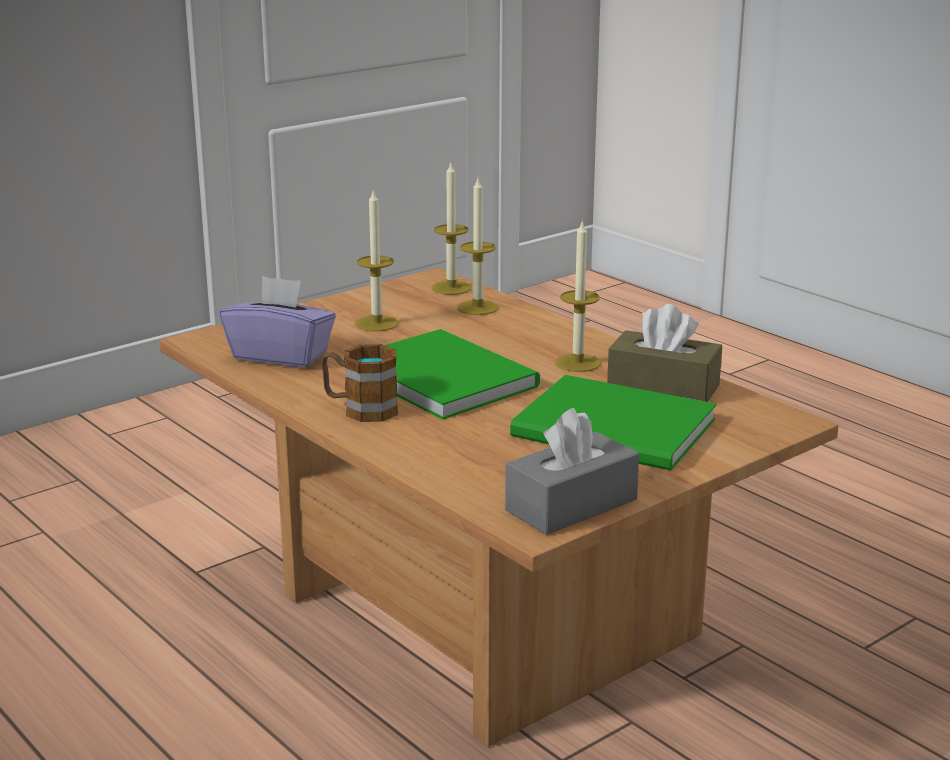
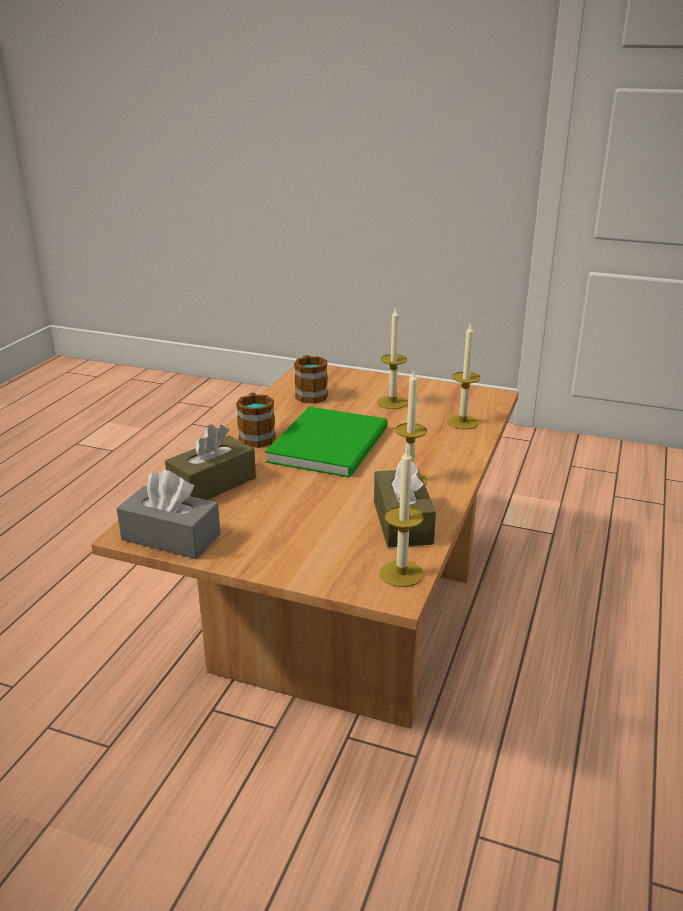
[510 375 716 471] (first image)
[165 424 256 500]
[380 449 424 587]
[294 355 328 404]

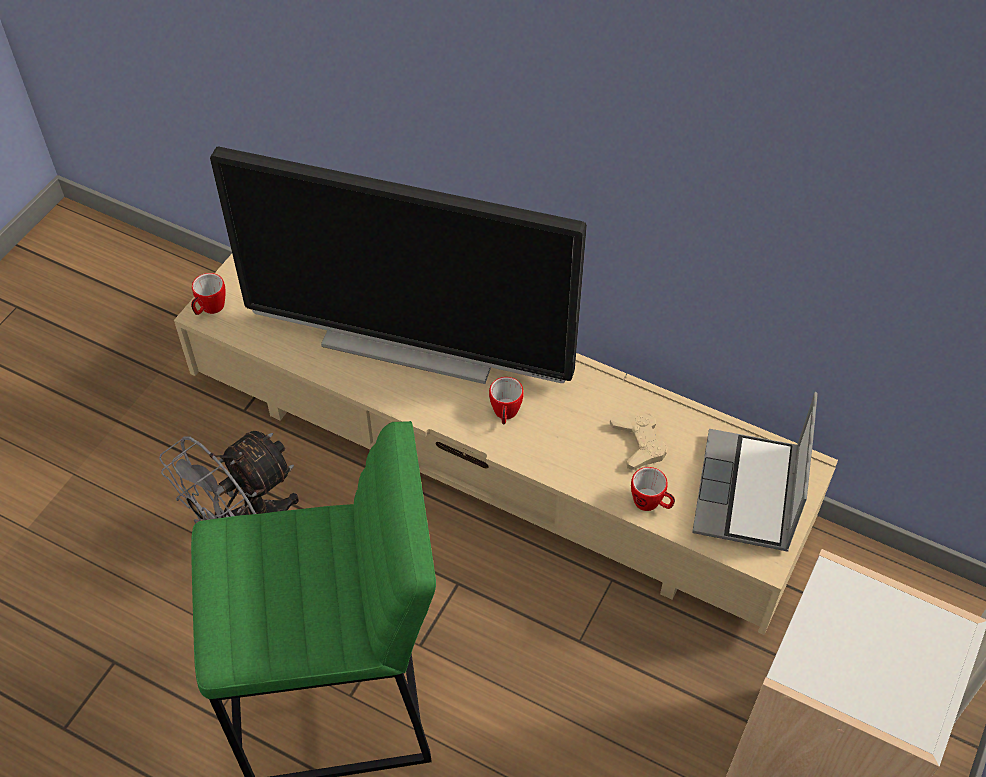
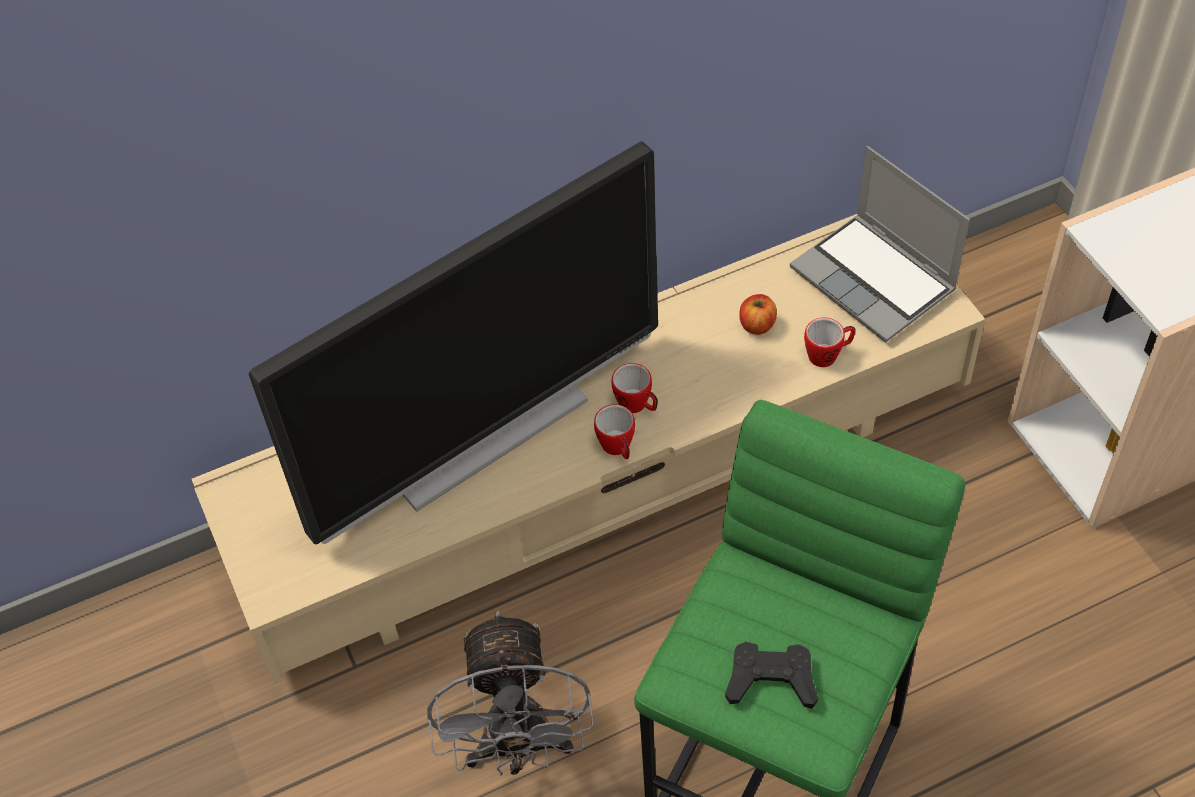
[725 642 818 709]
[594 404 635 459]
[739 294 777 335]

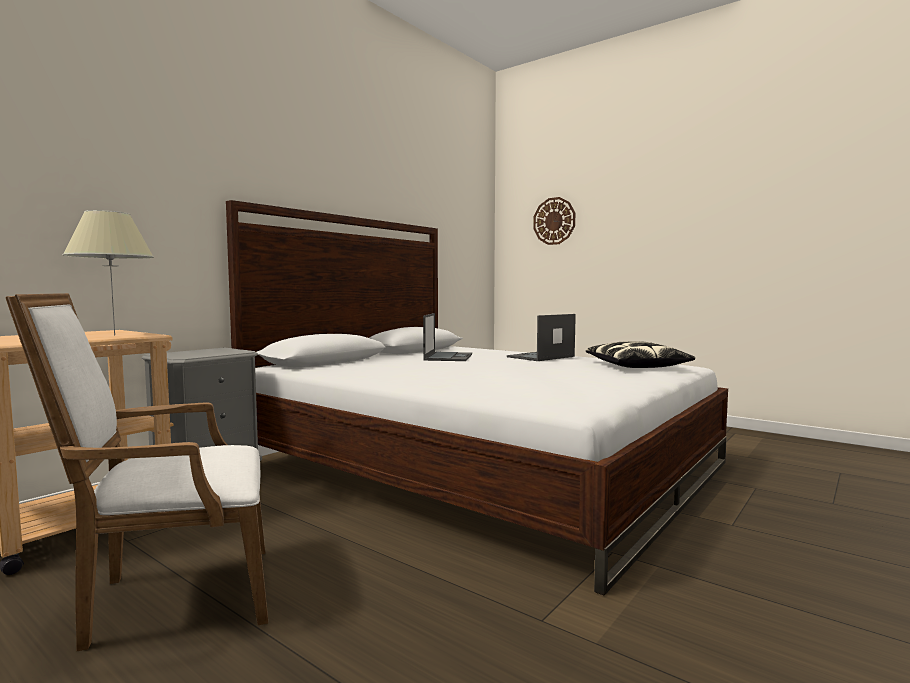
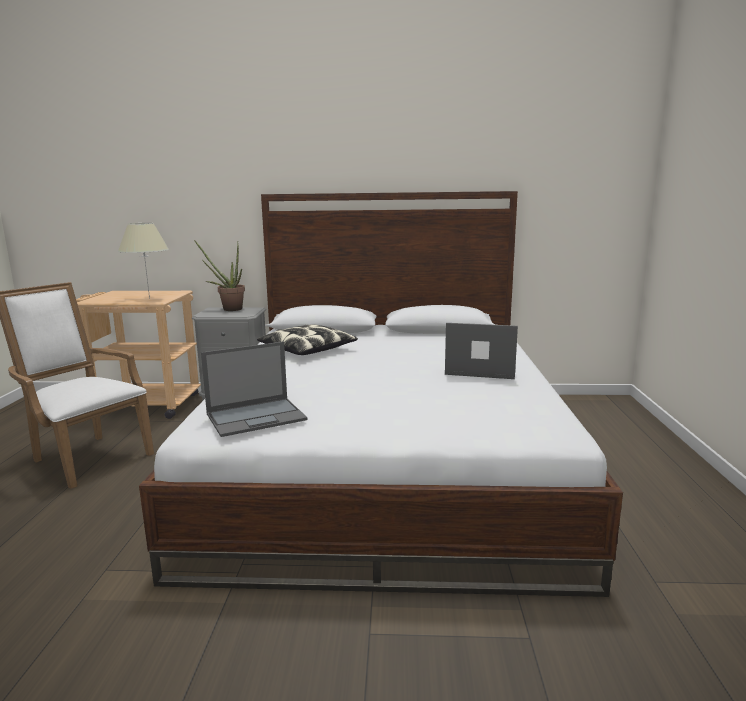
[533 197 575 245] (first image)
[194 240 245 311]
[201 342 307 437]
[257 324 358 355]

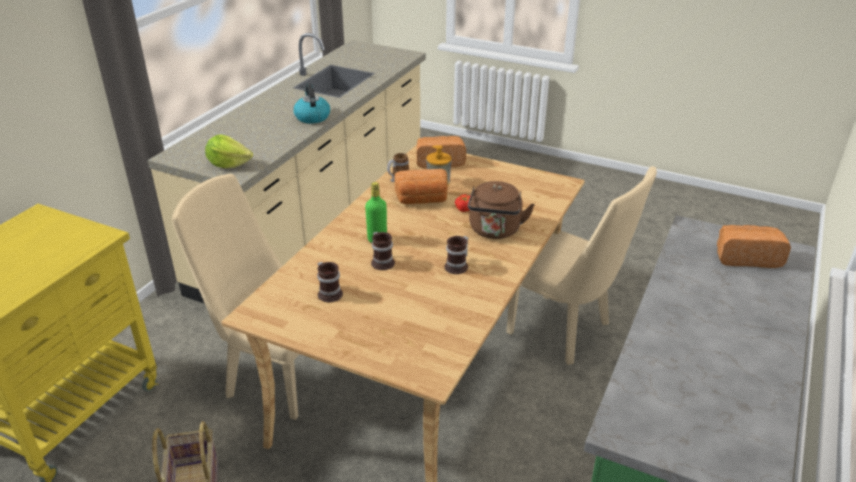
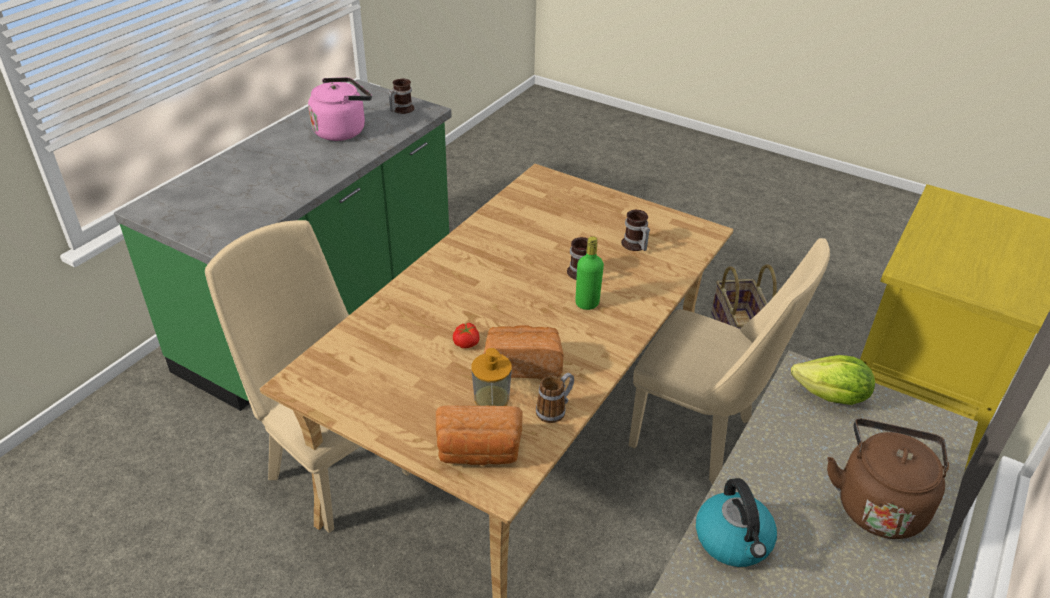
[717 225 791 268] (first image)
[308 77 372 141]
[388 79 414 114]
[827 419 949 539]

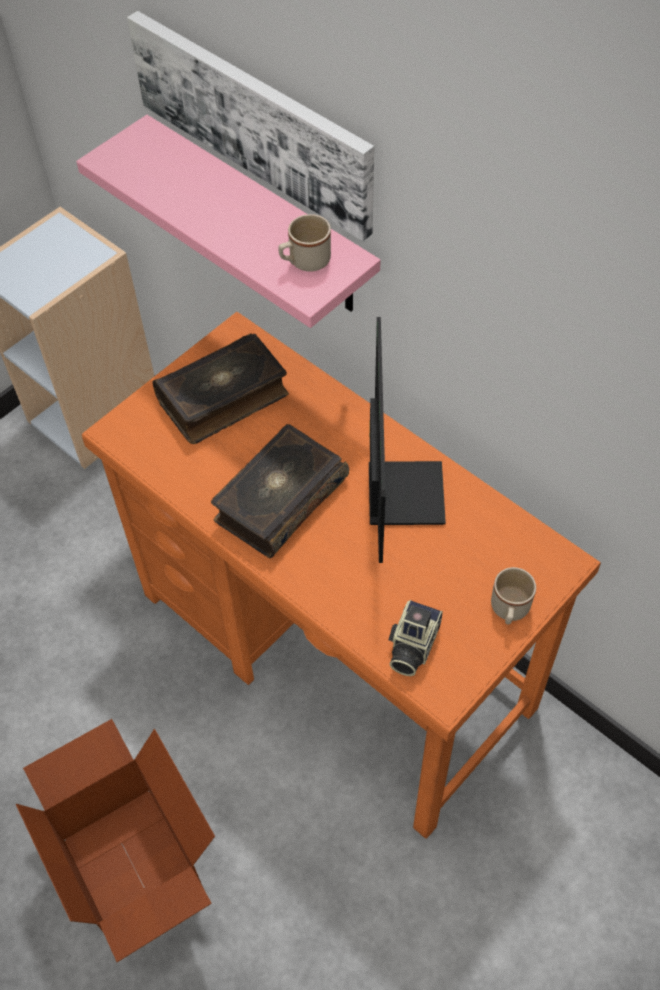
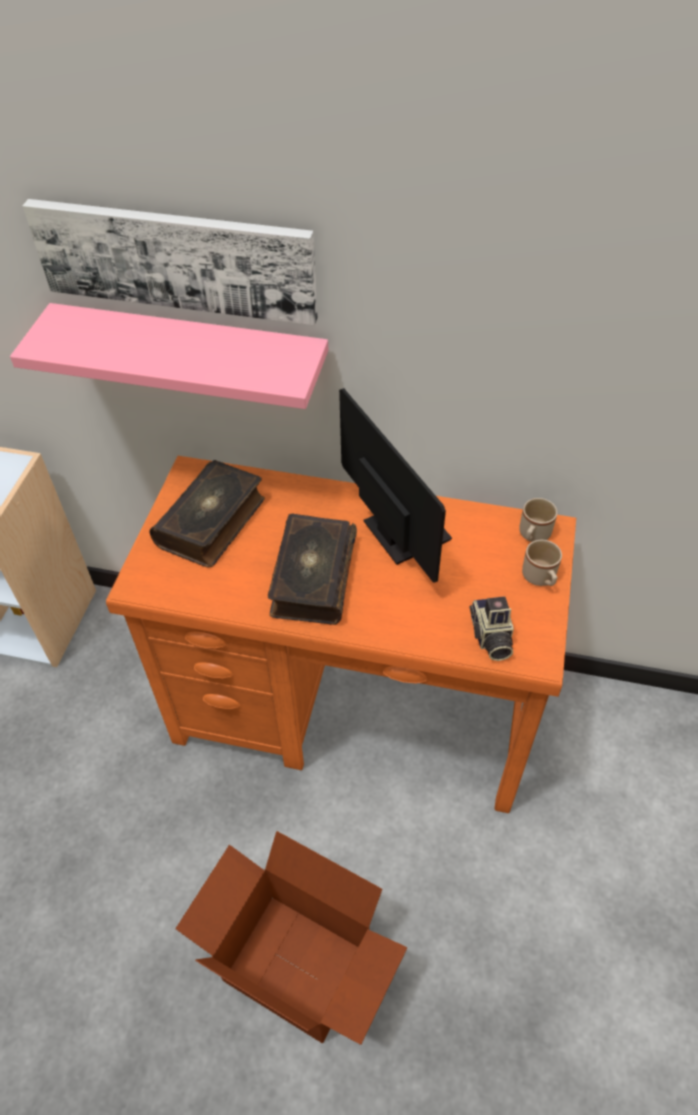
[519 498 557 542]

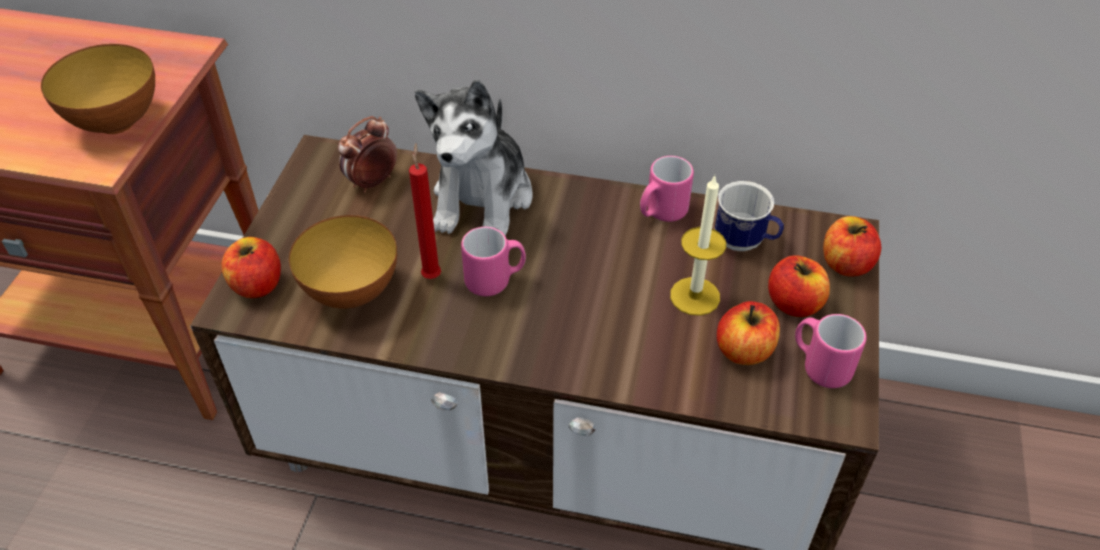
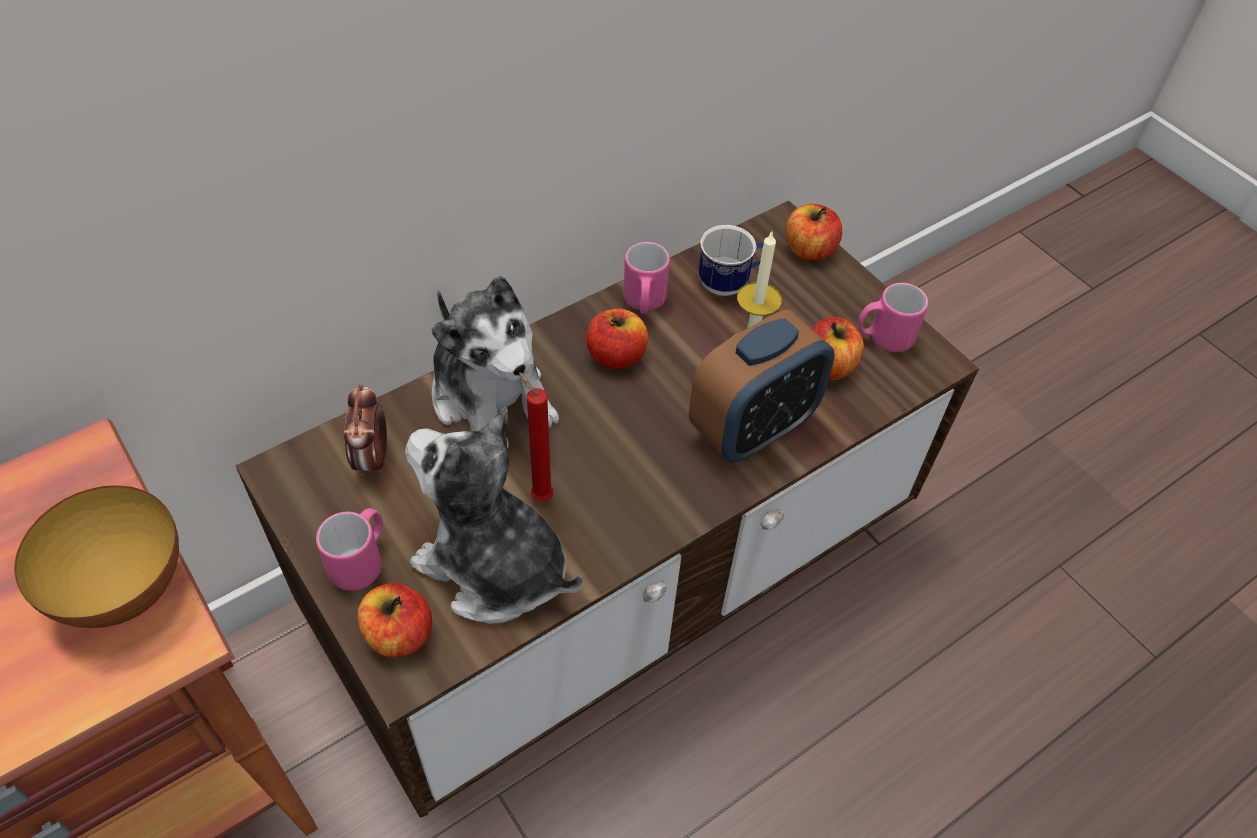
[689 310 835 463]
[316 508 383 591]
[586 309 648 369]
[405 407 583 624]

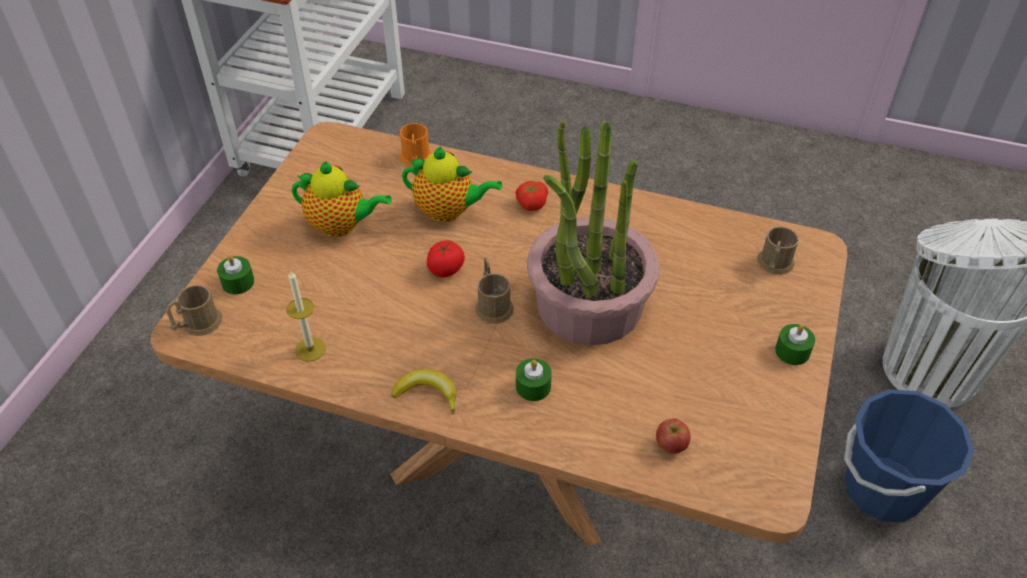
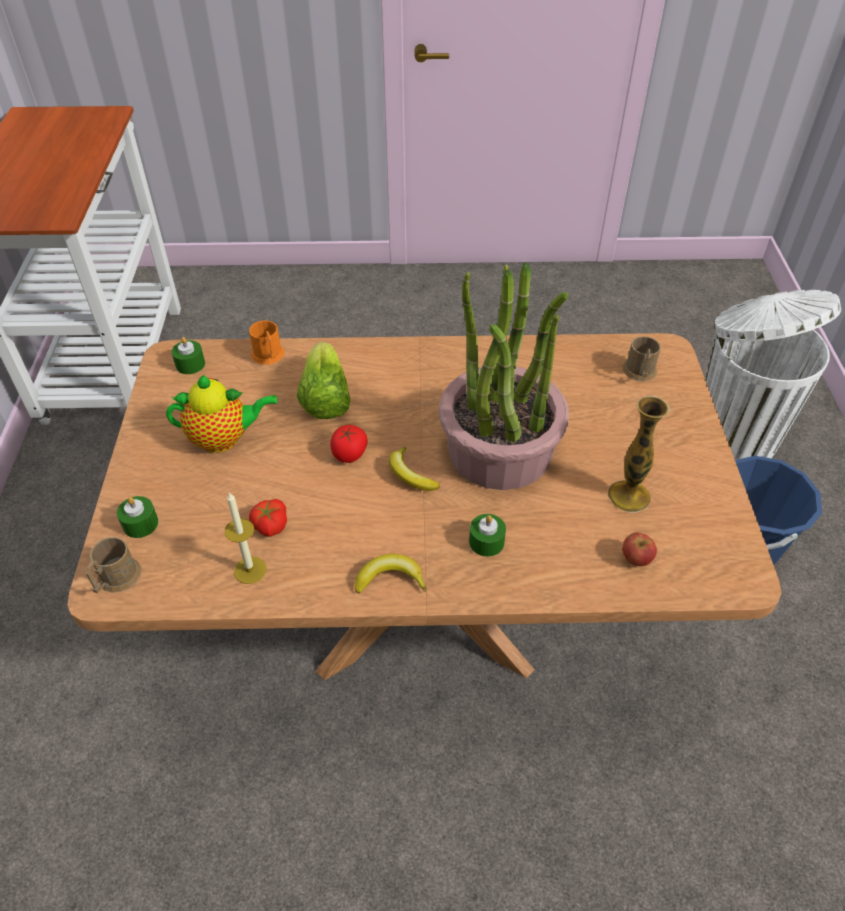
[607 396 670 513]
[249 499 287 537]
[172 337 205 374]
[297 342 351 419]
[389 447 440 491]

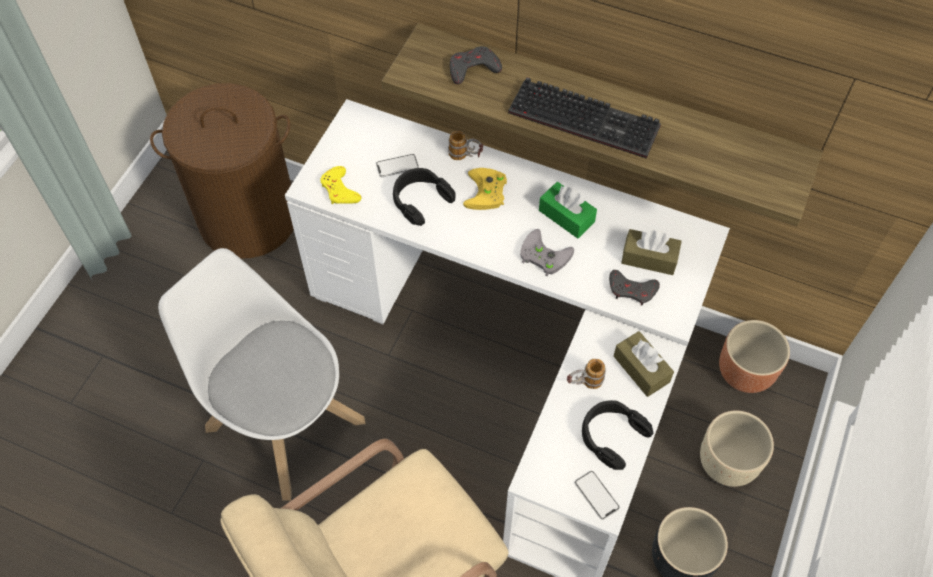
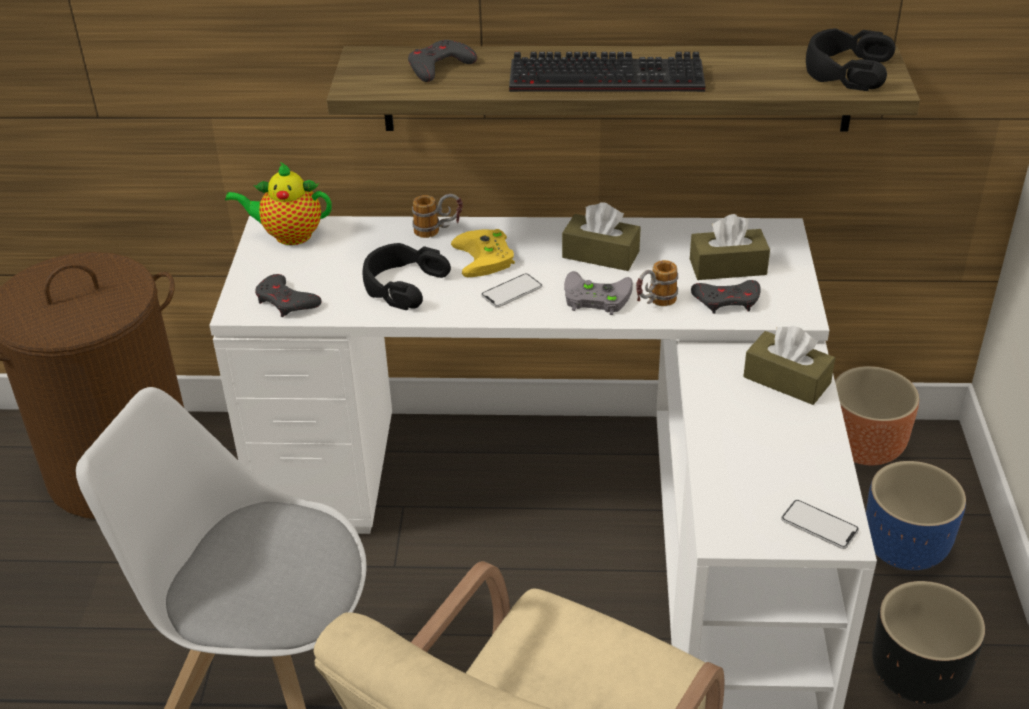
[225 162 332 245]
[481 273 542 308]
[636 260 678 306]
[806 28 895 91]
[255 274 322 317]
[562 202 641 271]
[866 461 966 570]

